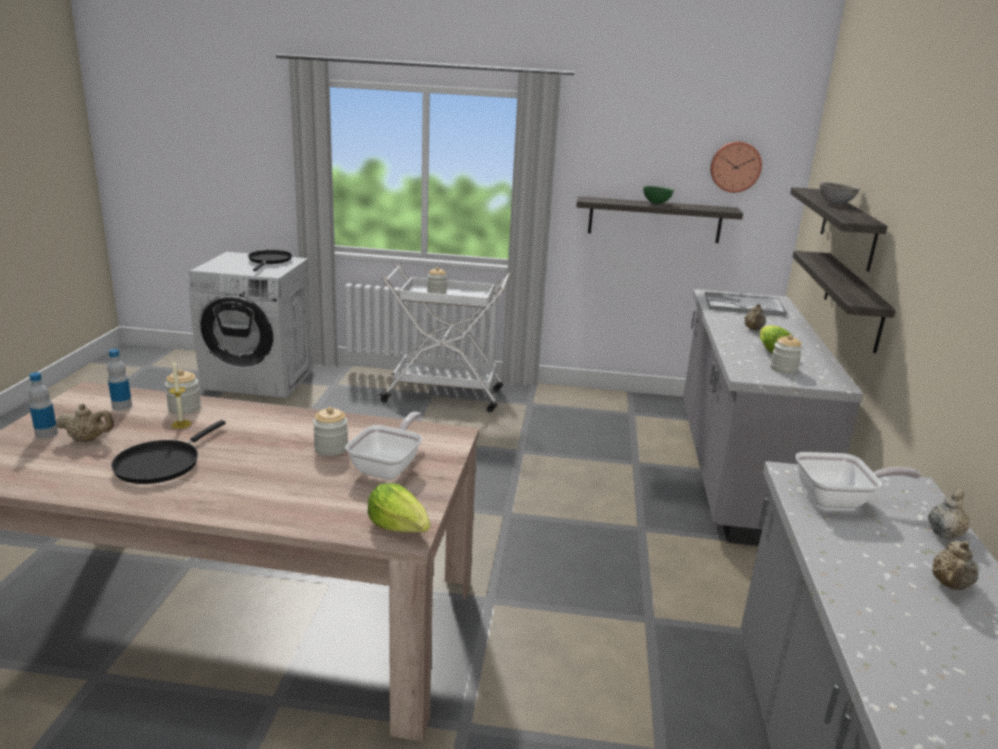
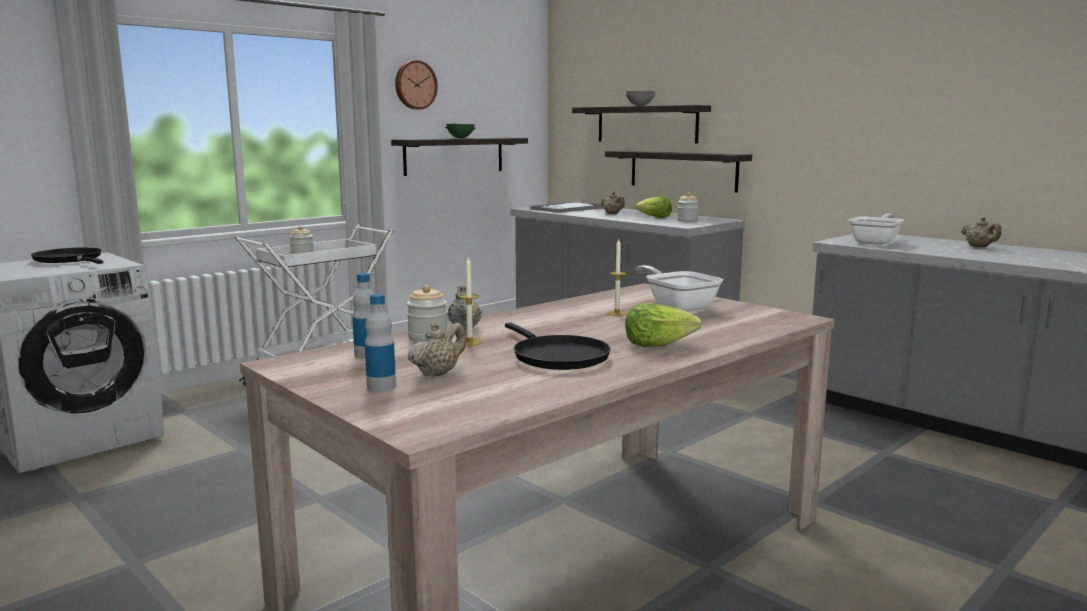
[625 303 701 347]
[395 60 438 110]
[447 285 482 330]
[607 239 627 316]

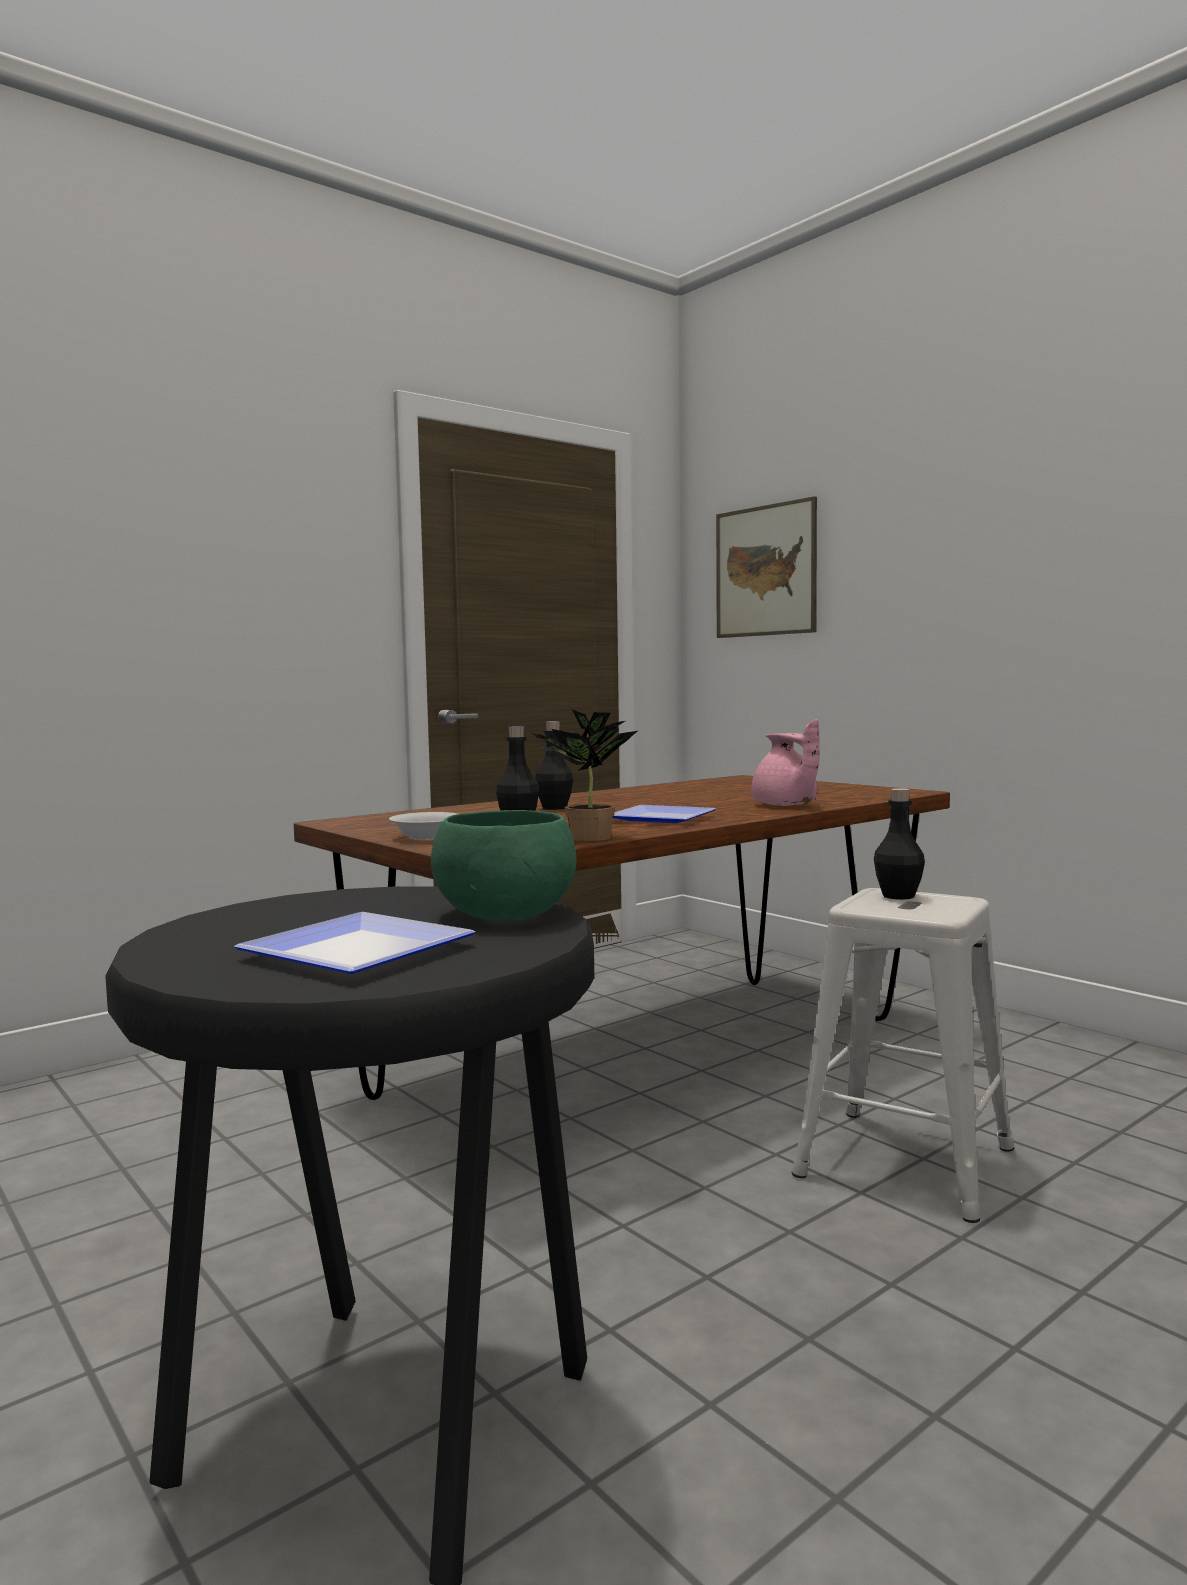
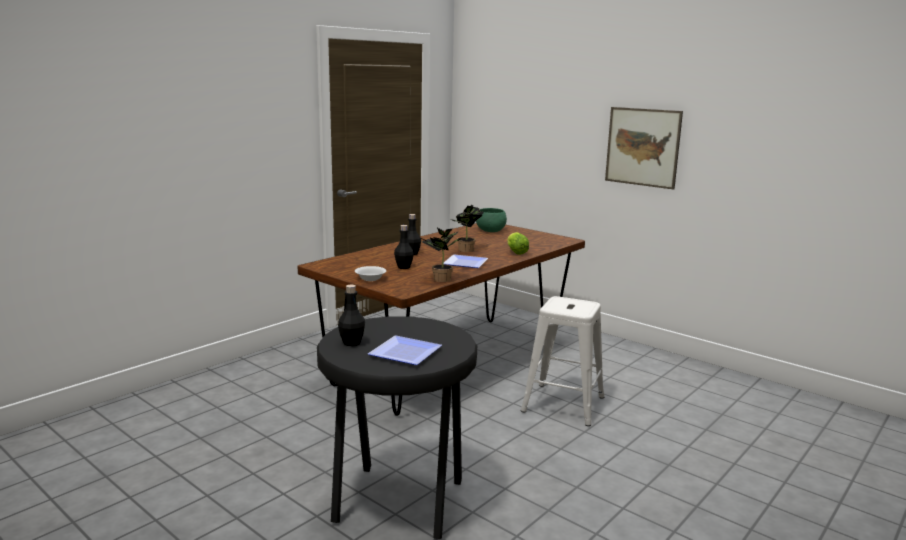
[451 205 484 252]
[476 208 507 232]
[605 107 683 190]
[338 284 365 346]
[507 232 529 255]

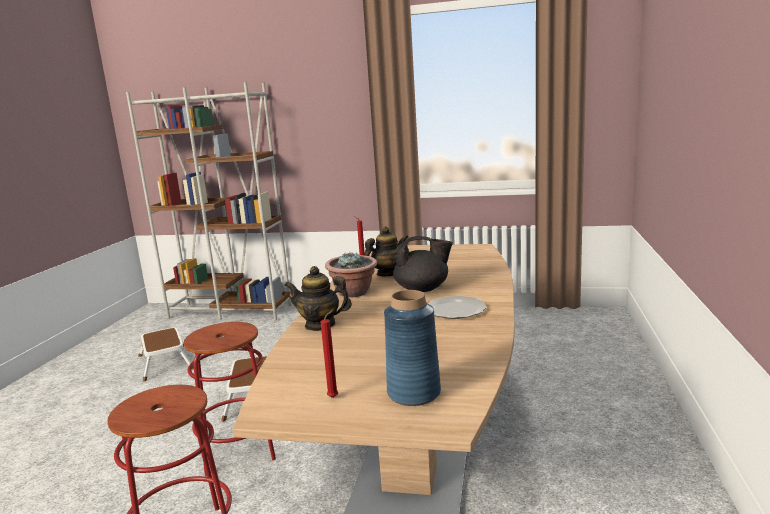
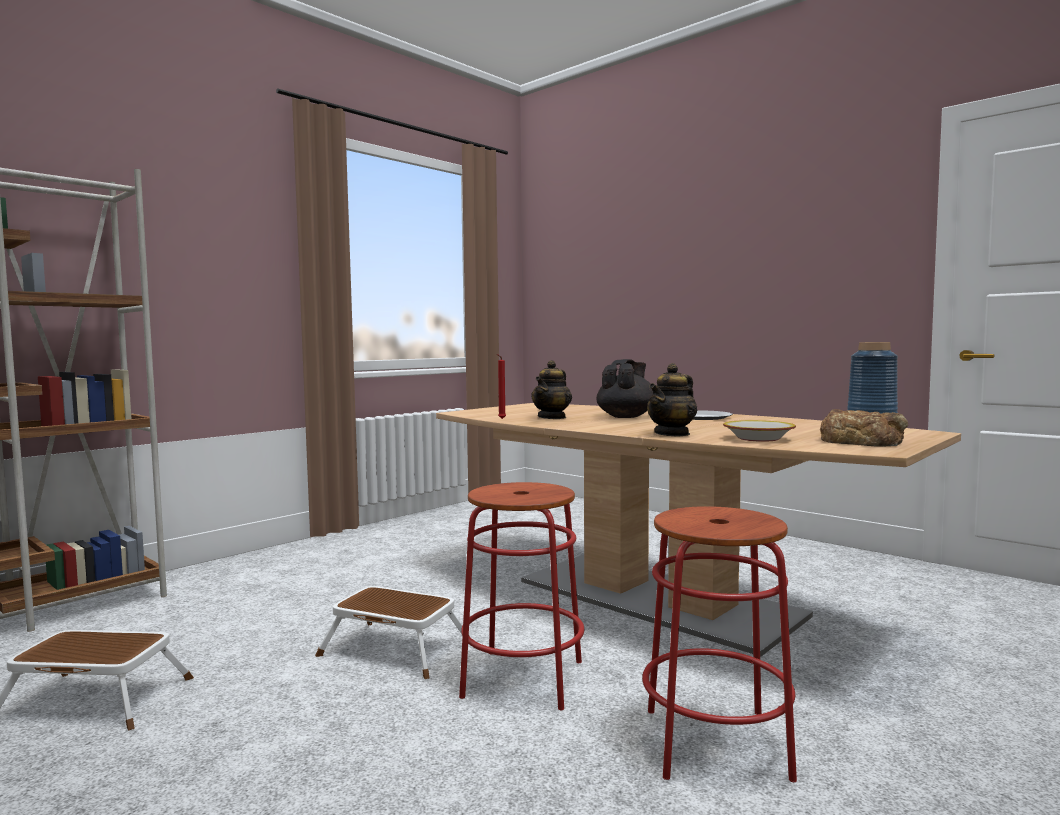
[325 252 377 297] (first image)
[723 420 796 442]
[820 409 908 447]
[531 360 572 419]

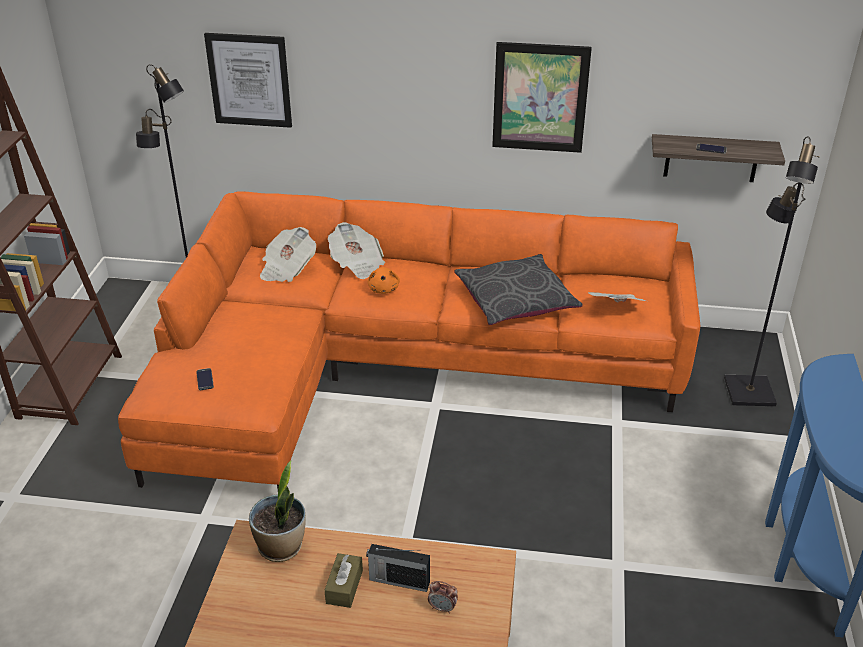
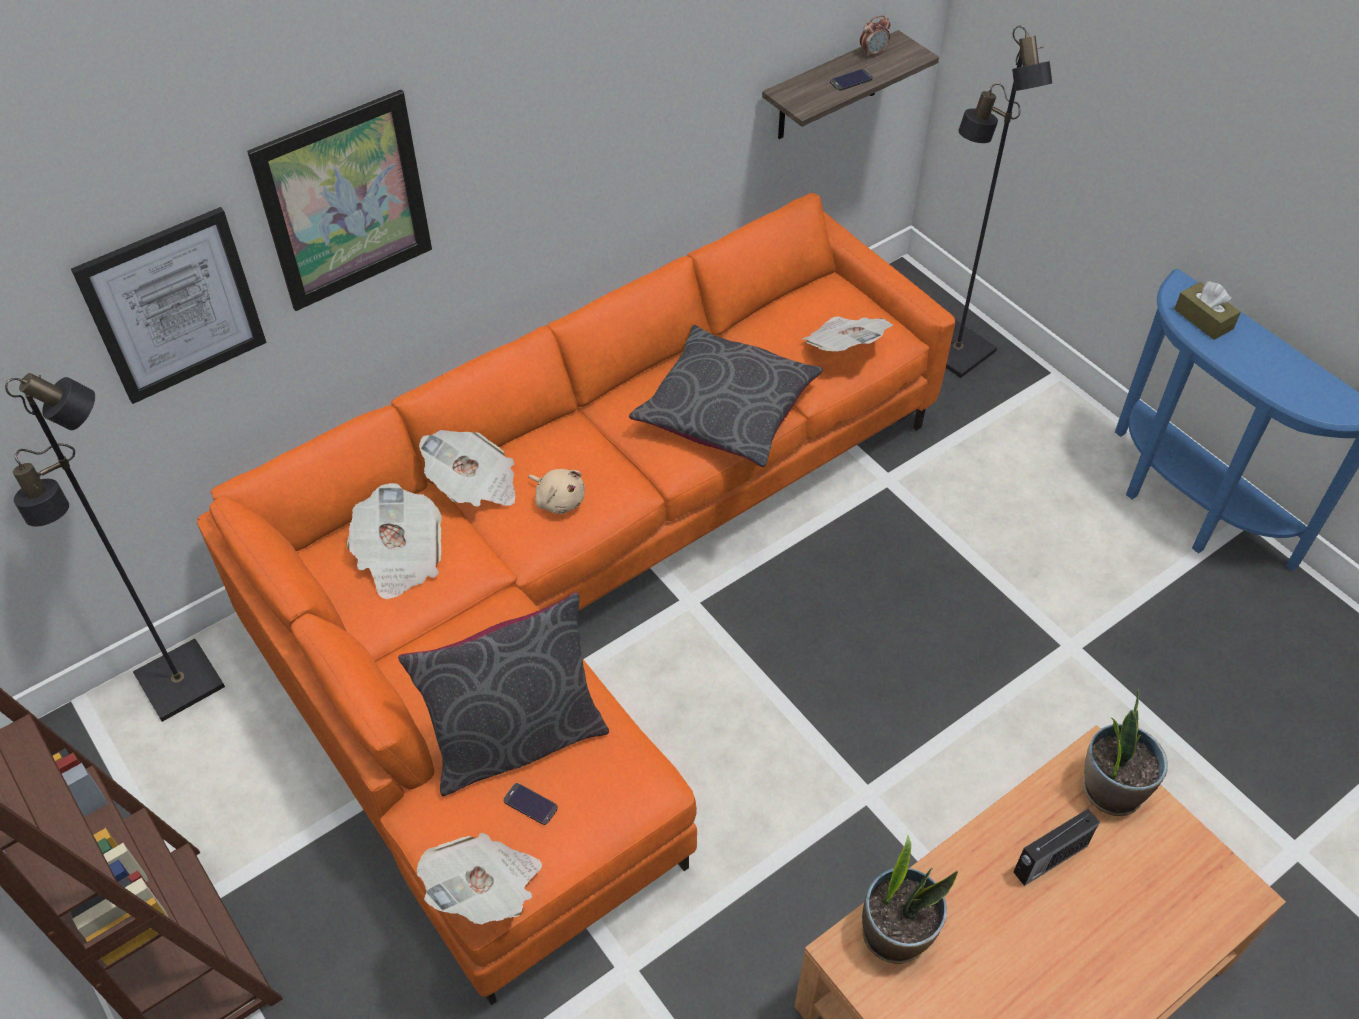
[398 592 609 796]
[417 833 542 924]
[1083 689 1168 816]
[1174 281 1241 340]
[860 16 891 58]
[247 90 432 311]
[528 469 585 514]

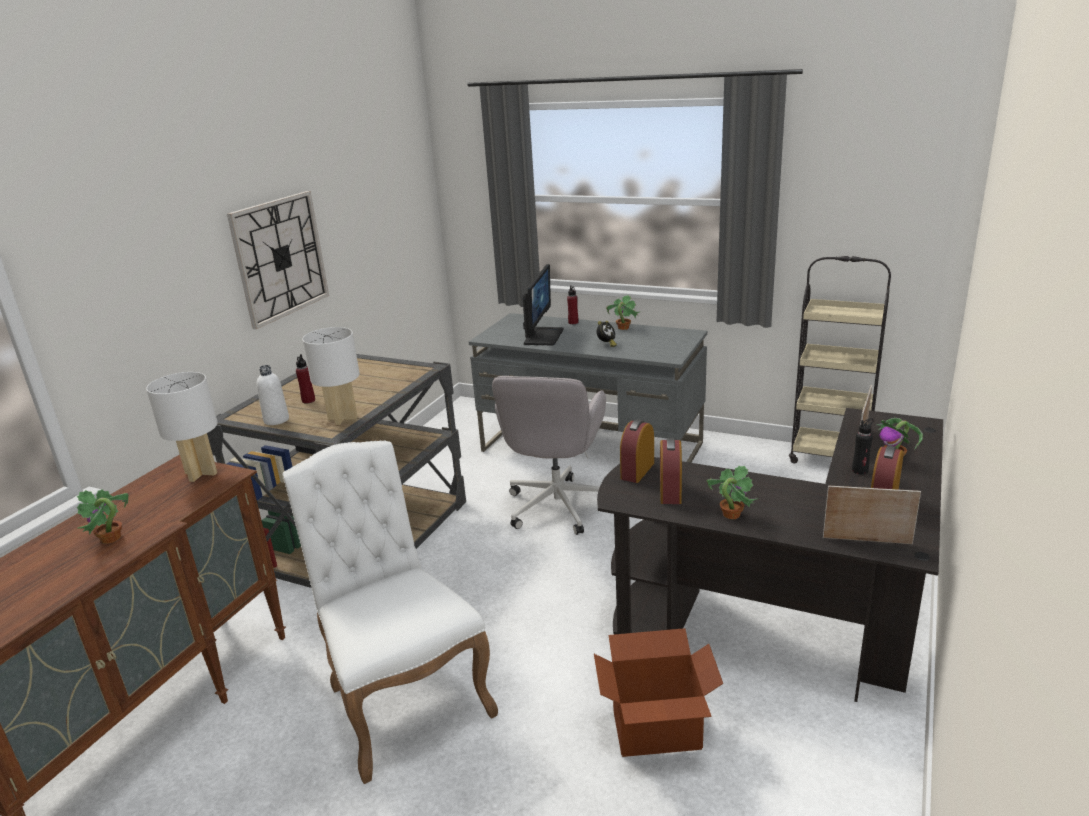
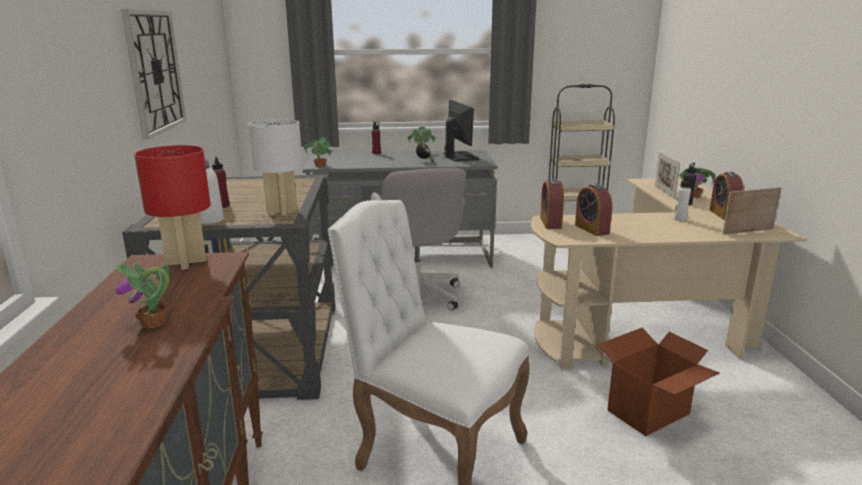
[674 175 691 221]
[443 100 479 162]
[304 137 334 167]
[134 145 211 270]
[531 178 807 369]

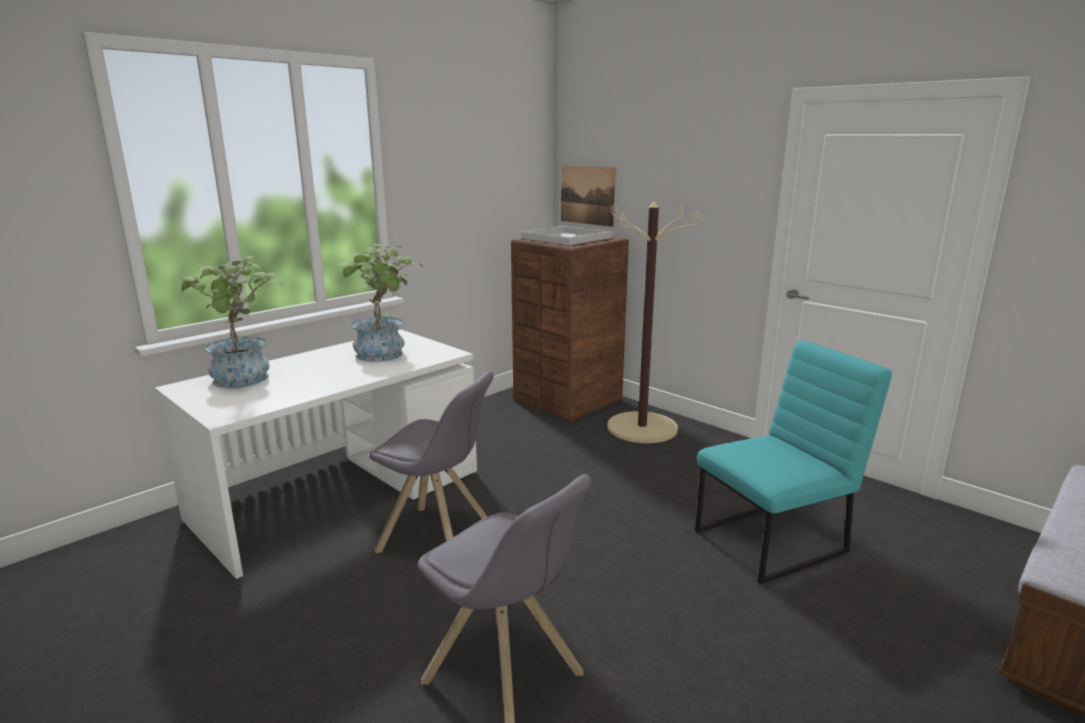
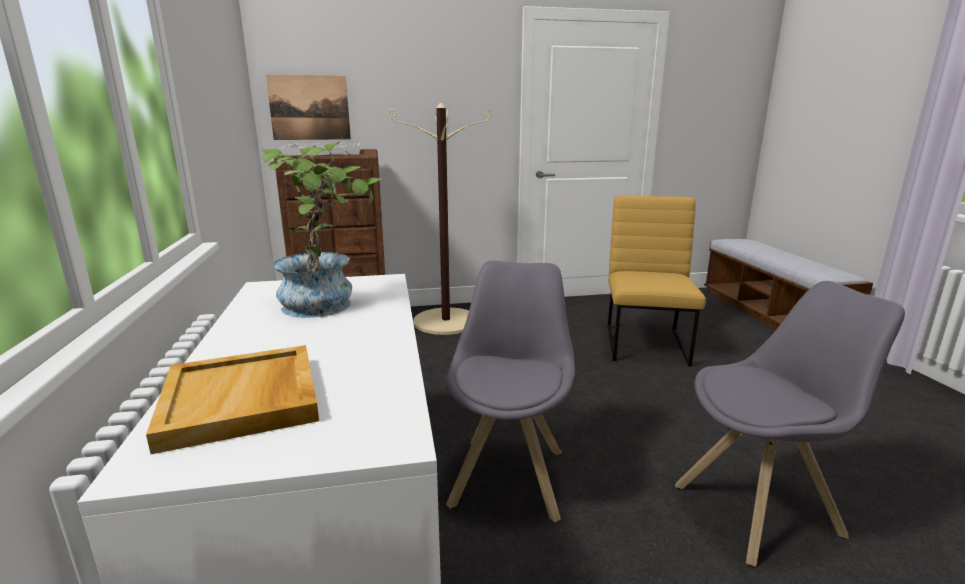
[146 345 319 454]
[607 195 706 366]
[445 261 575 523]

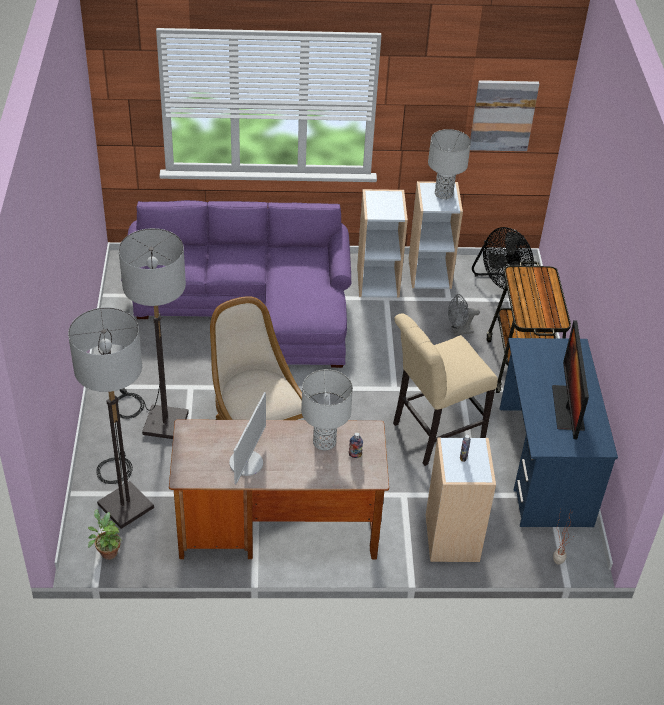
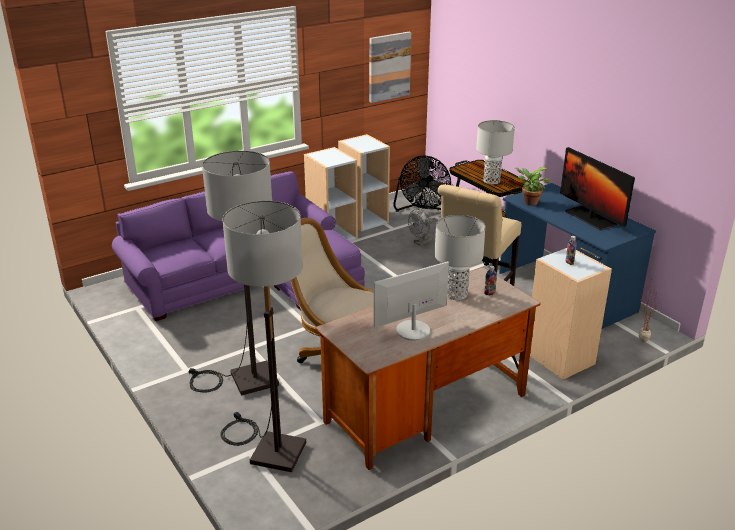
[515 167 549 205]
[476 120 515 184]
[374 261 449 341]

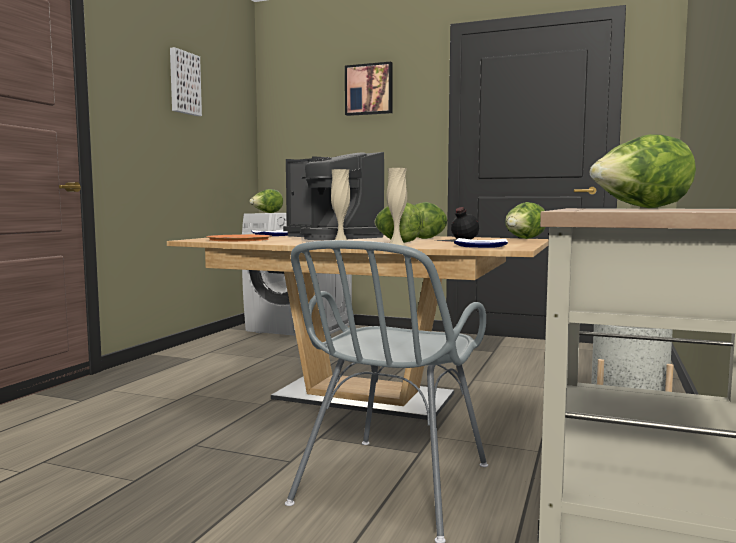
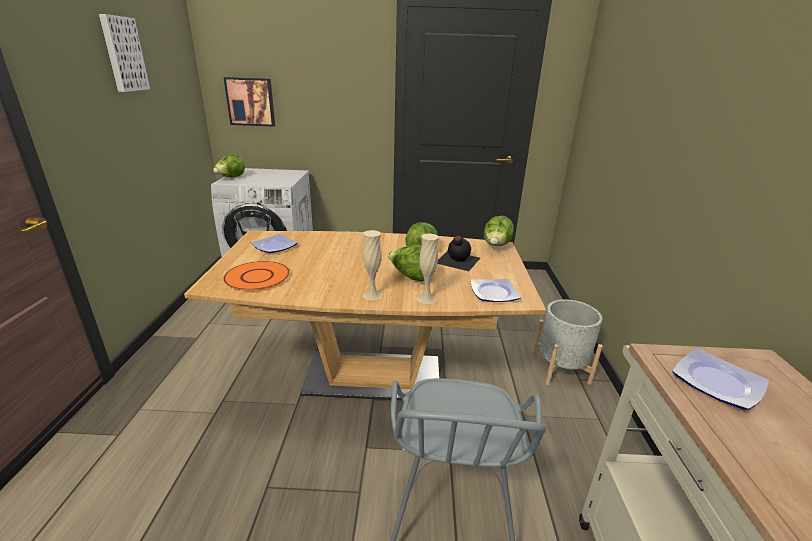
[283 152 384 240] (first image)
[224 77 275 127]
[672 348 769 410]

